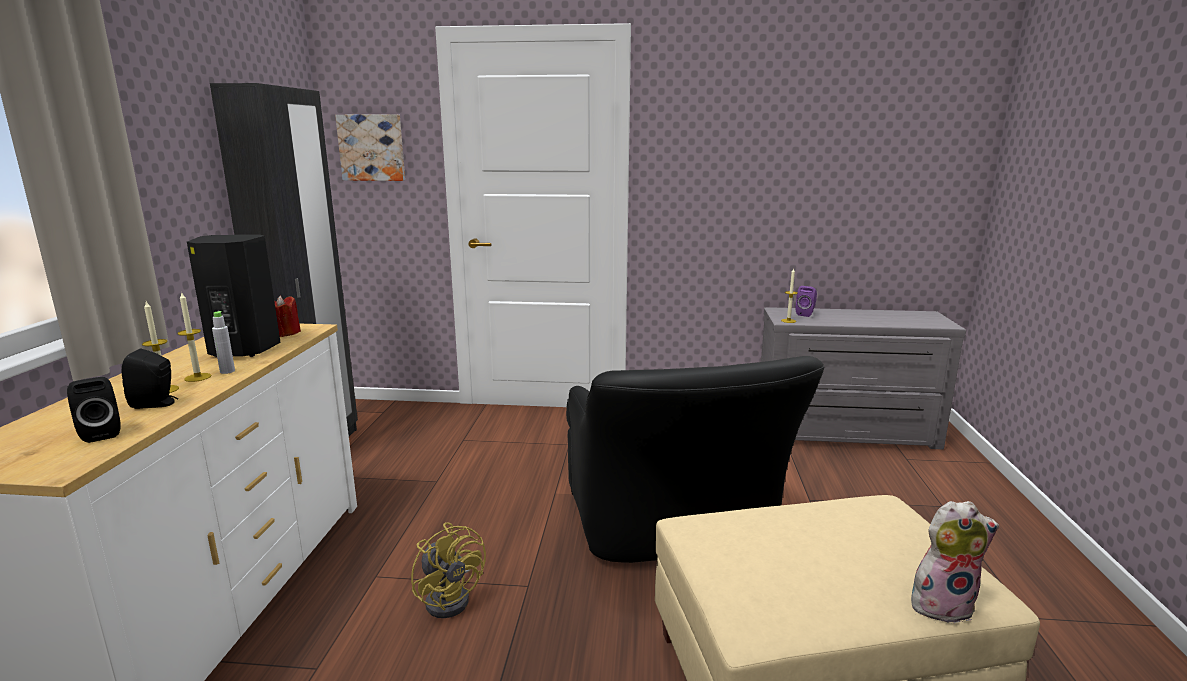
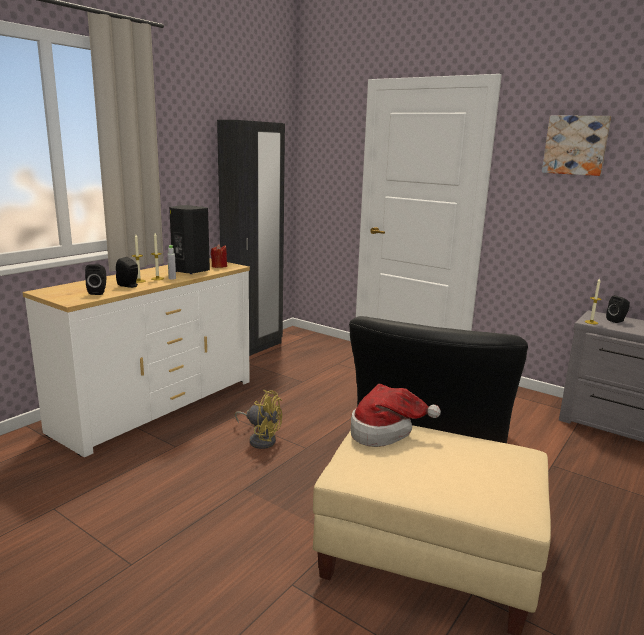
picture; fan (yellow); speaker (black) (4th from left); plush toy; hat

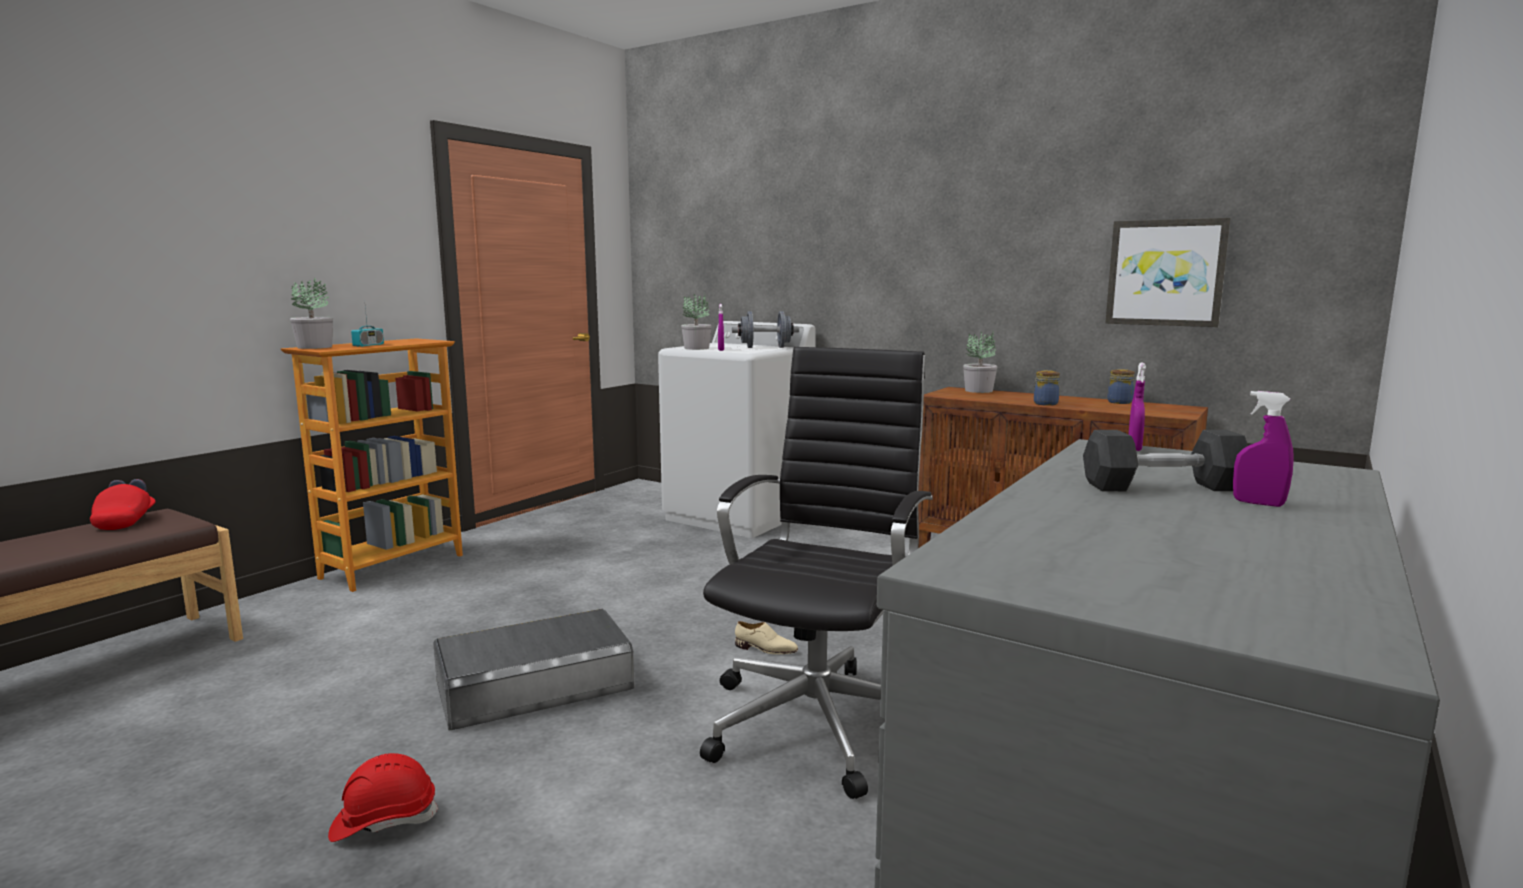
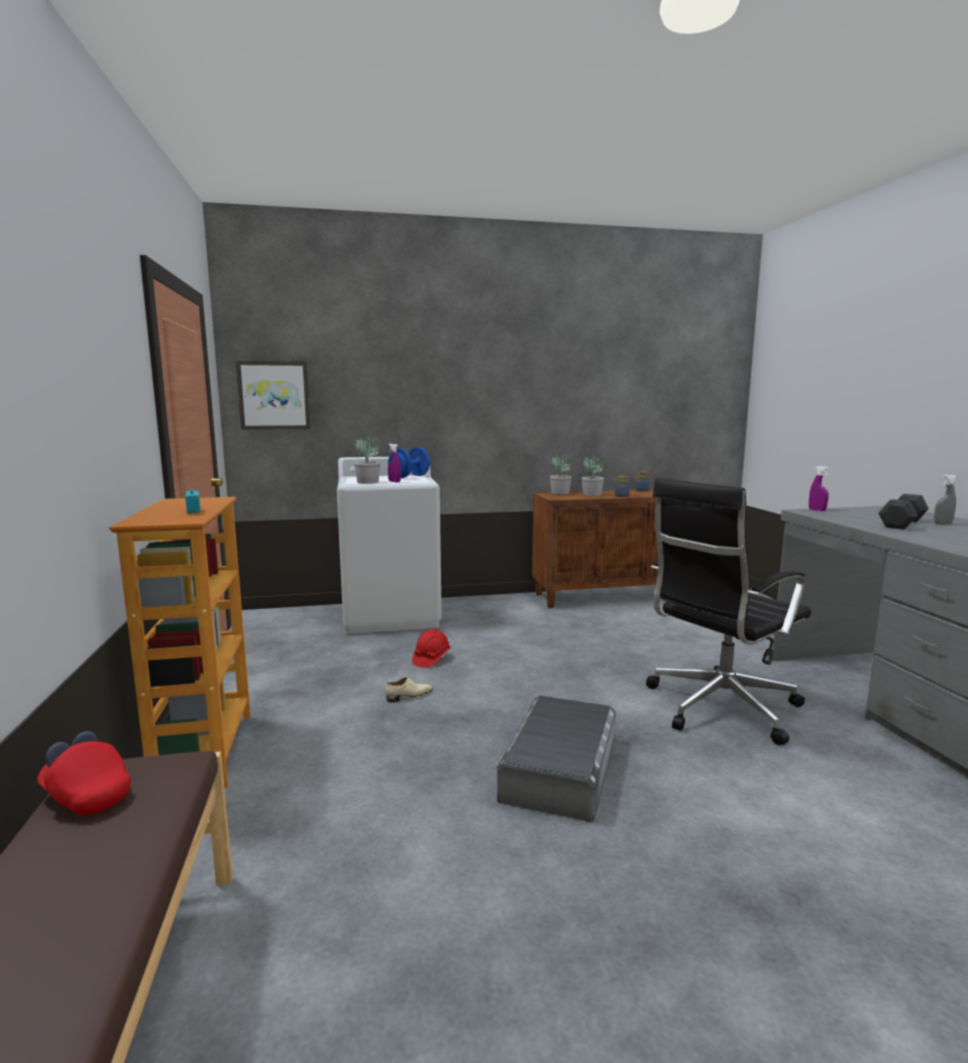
potted plant (3rd from left); hard hat (red); office chair (black); dumbbell (blue); shoe (beige); picture; spray bottle (grey)

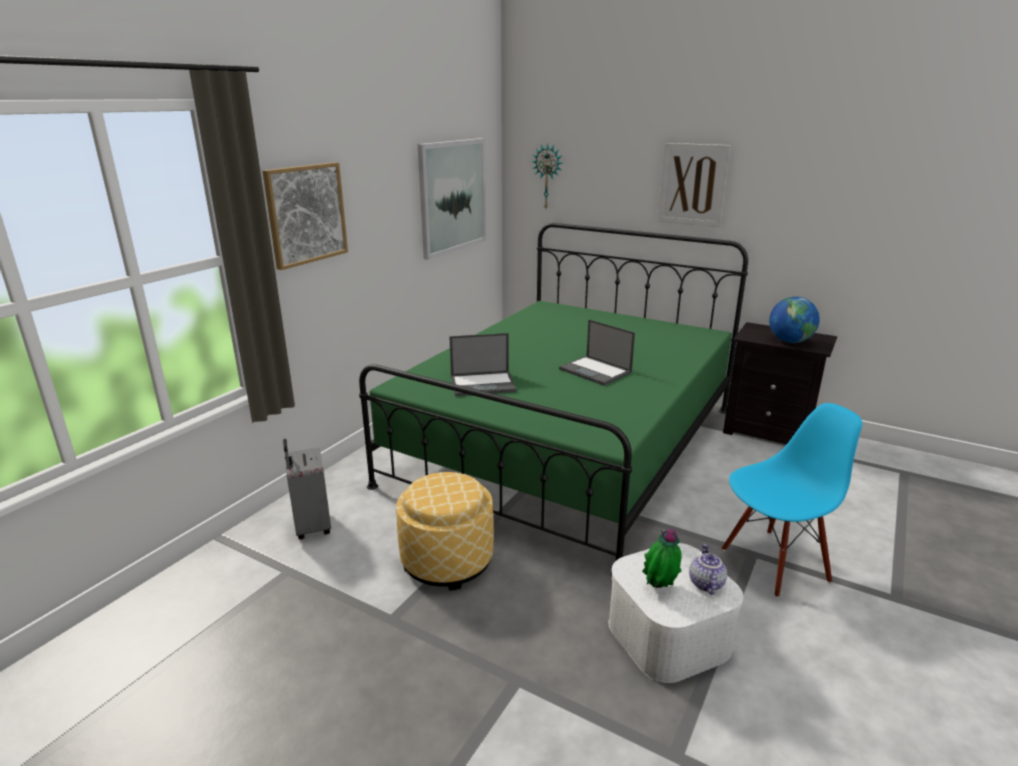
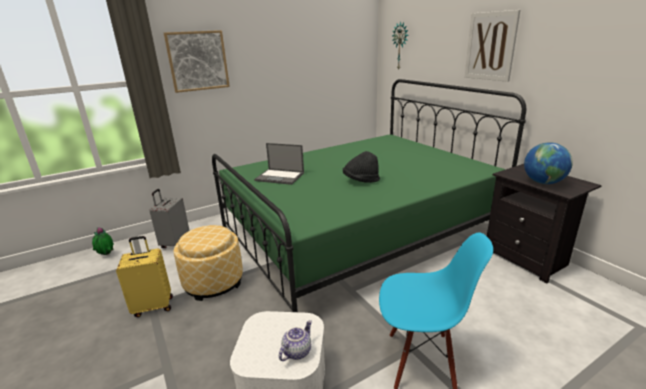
picture (2nd from left in the first image); hat (black); potted plant; suitcase (yellow)

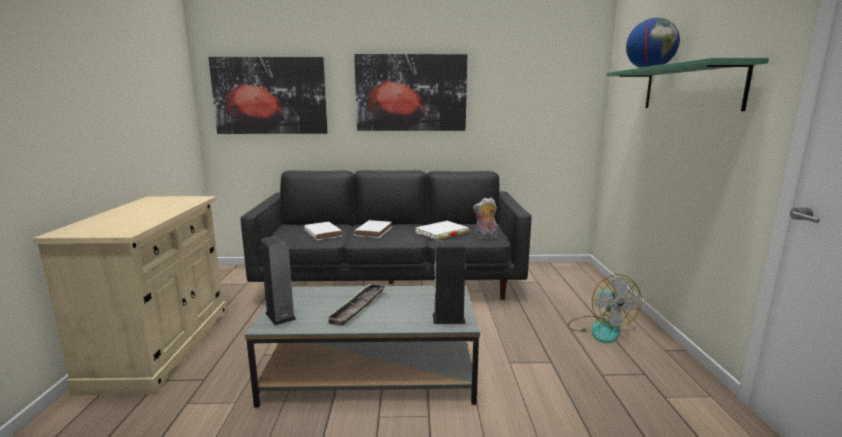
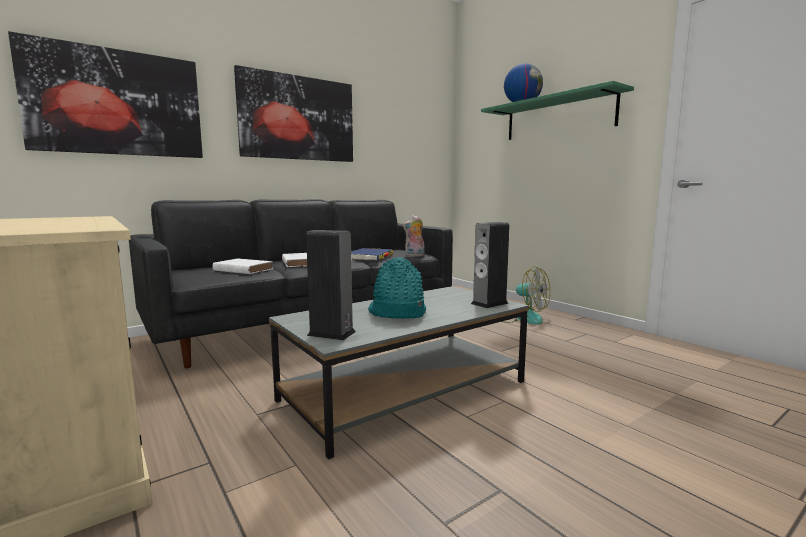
hat (turquoise); book (blue)

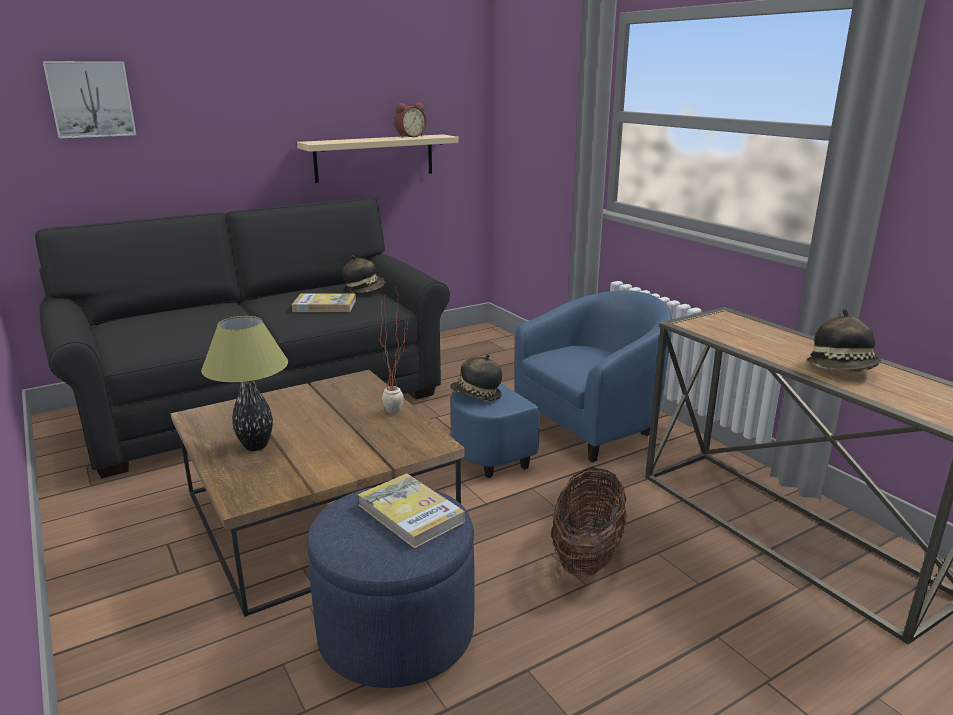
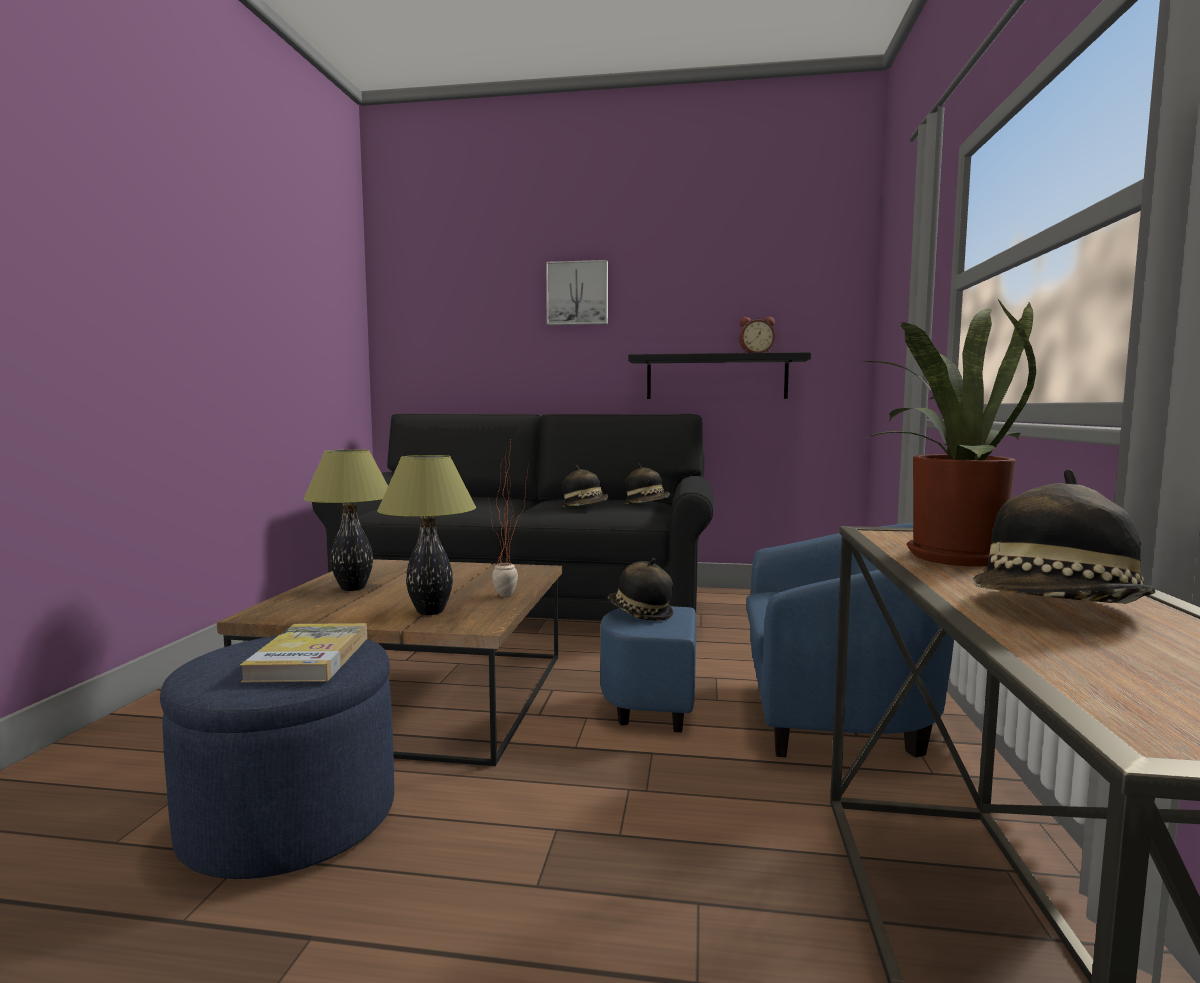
picture; hat (1st from left); shelf (black); basket; table lamp (2nd from left); potted plant (2nd from left)

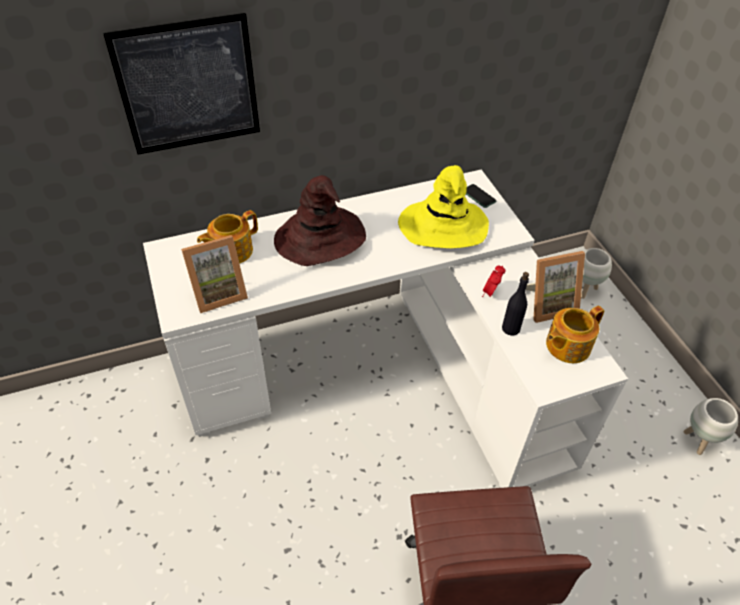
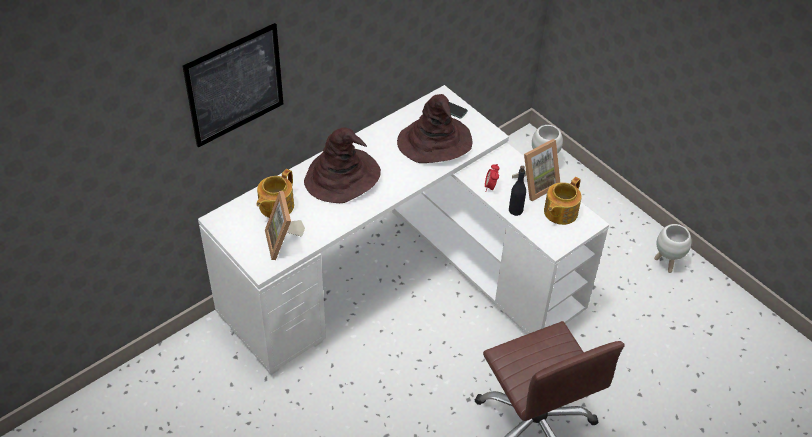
picture frame (1st from left); hat (brown) (2nd from left)

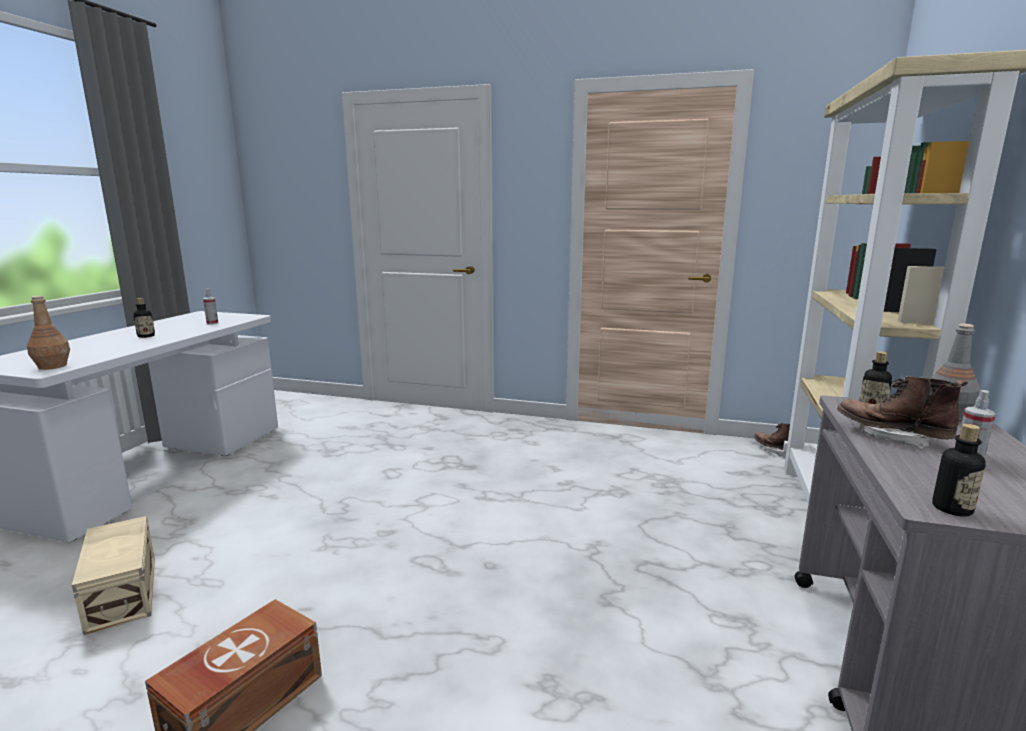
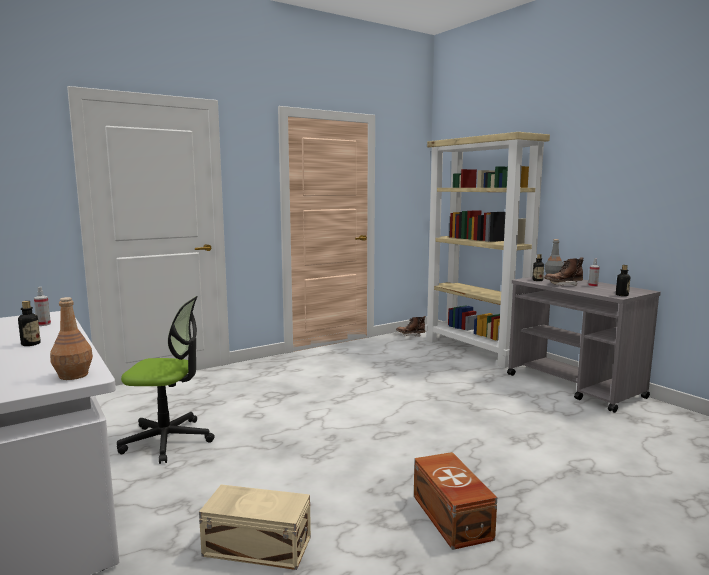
office chair

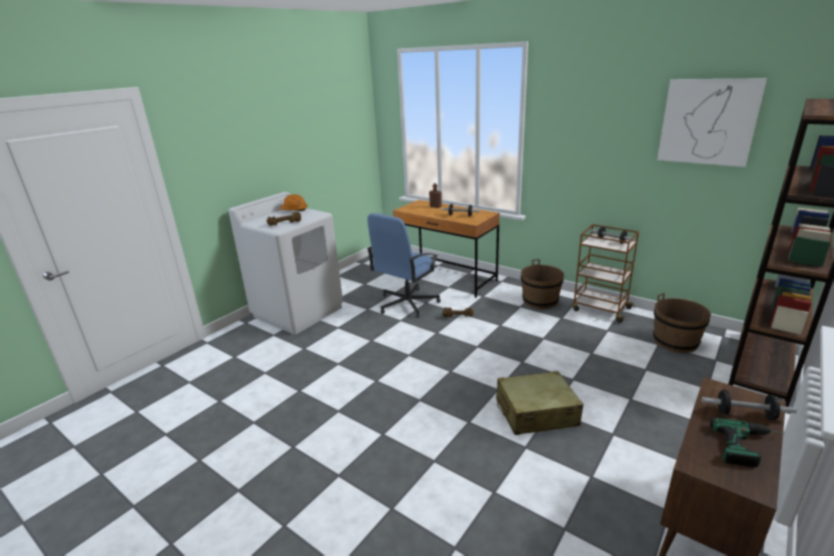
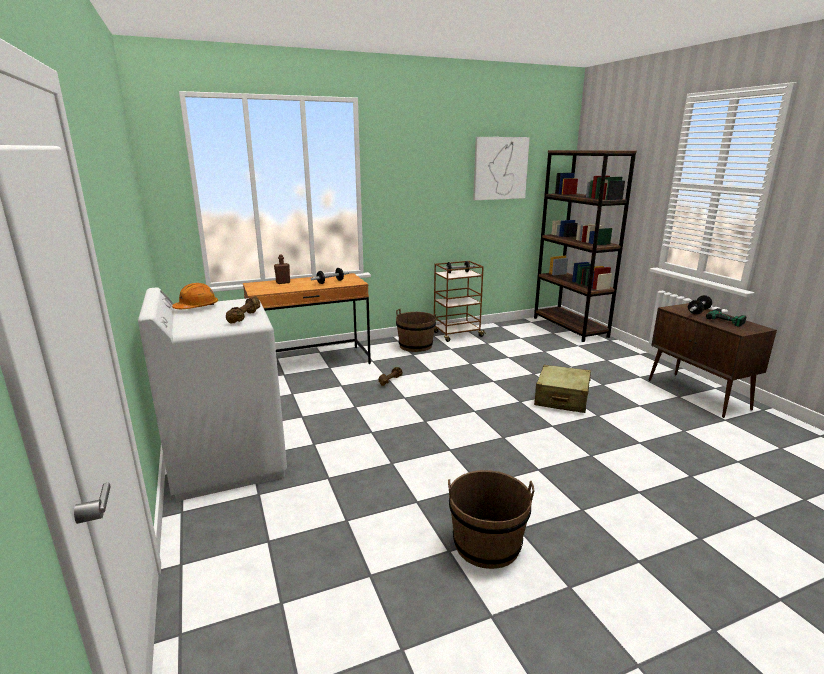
office chair (blue); bucket (brown) (2nd from left)

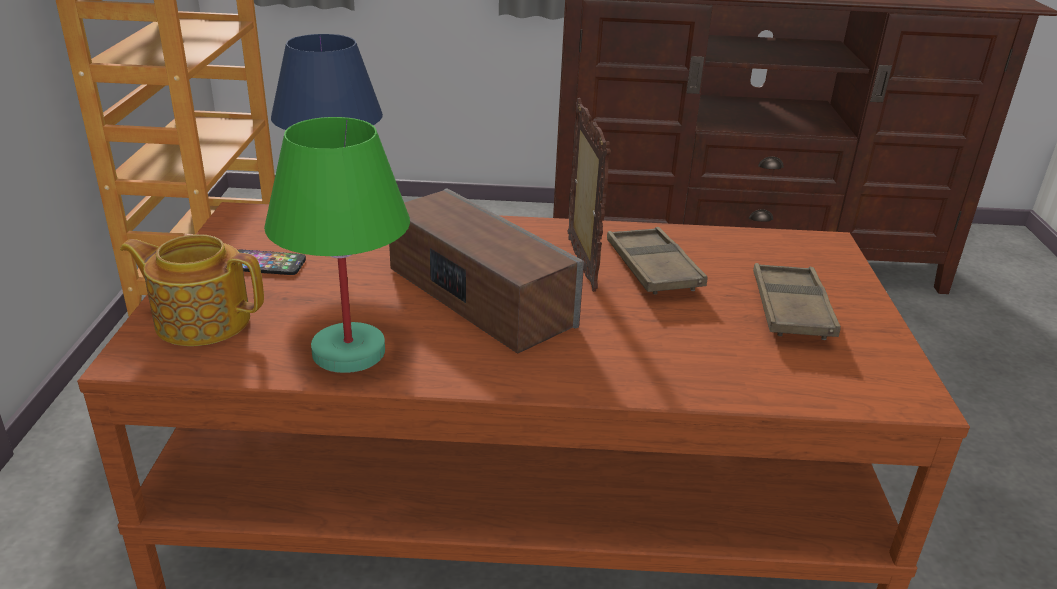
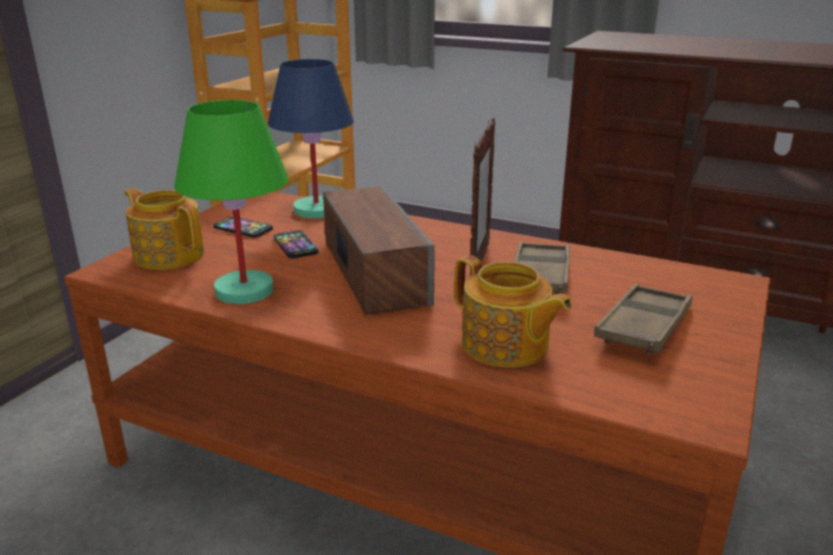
phone (2nd from left); teapot (2nd from left)

